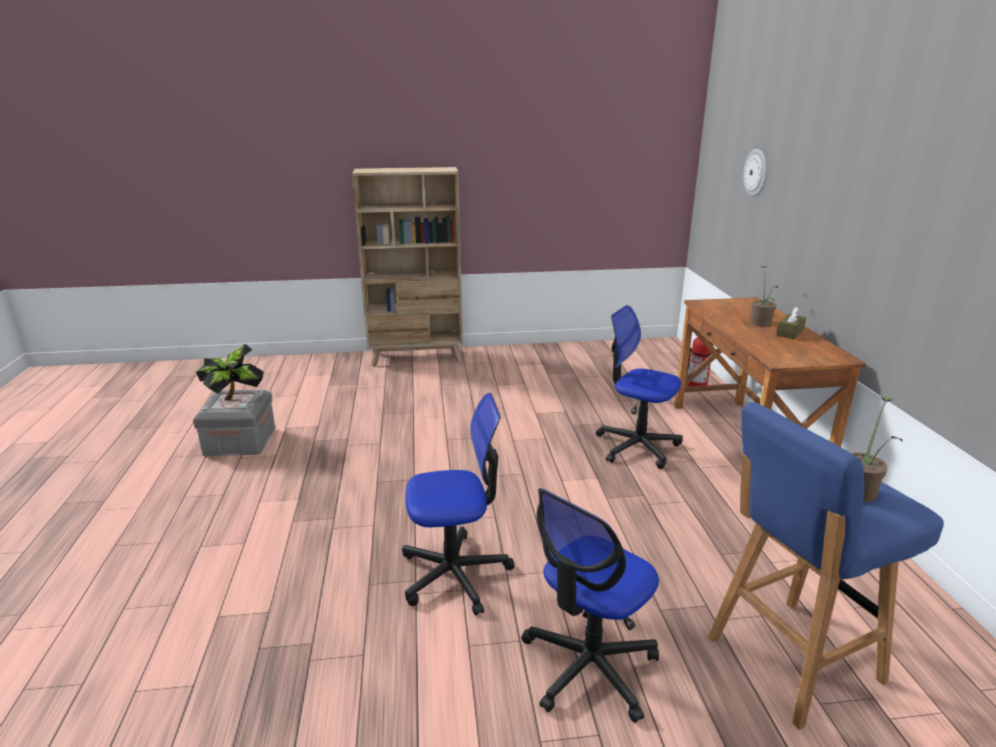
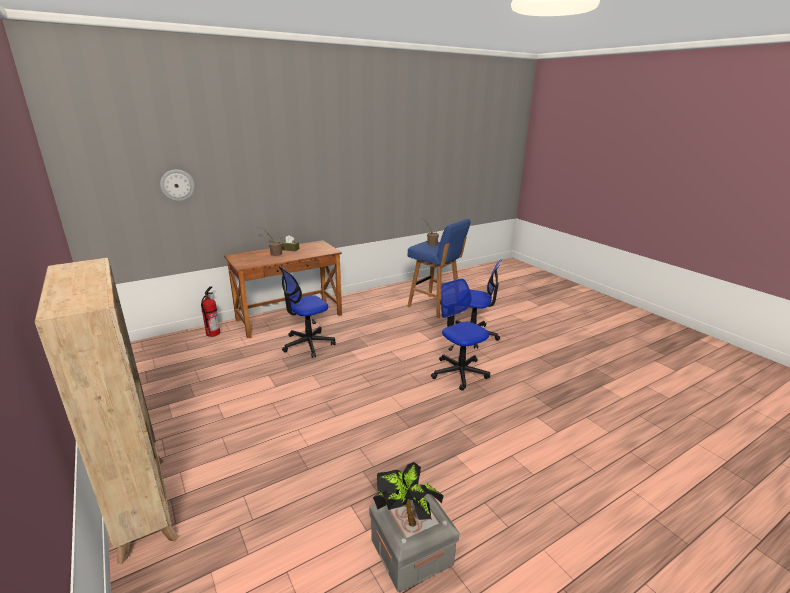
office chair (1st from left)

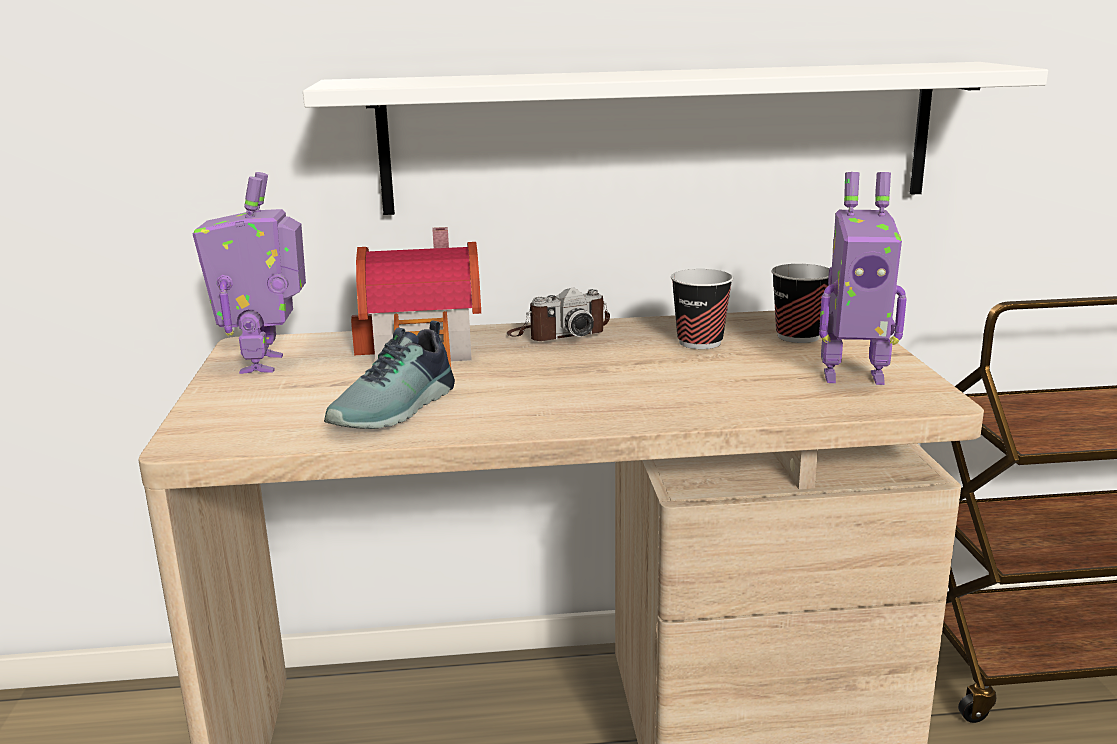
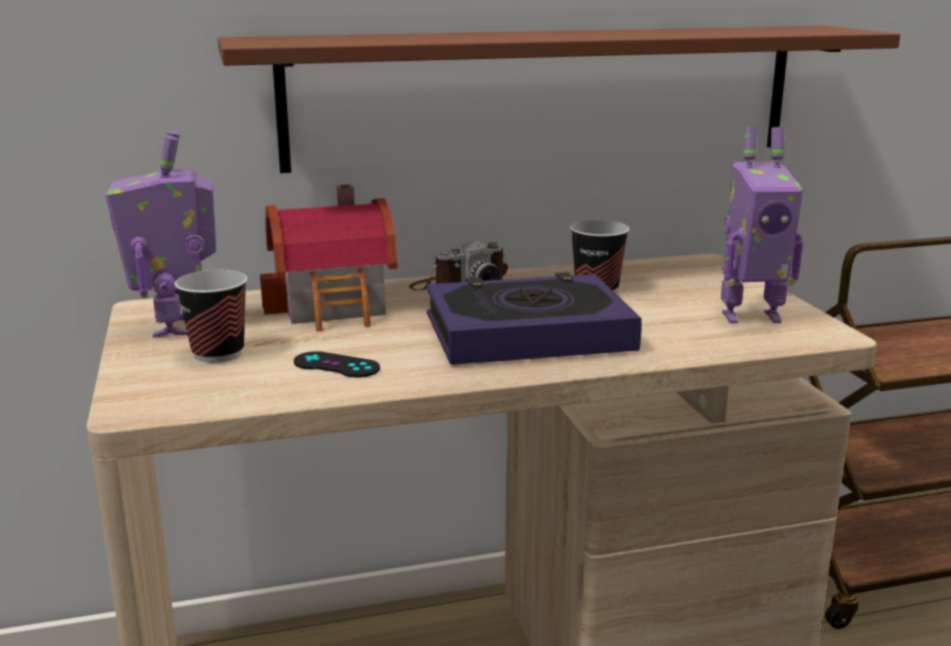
shelf (brown); game controller (black); cup (1st from left); book

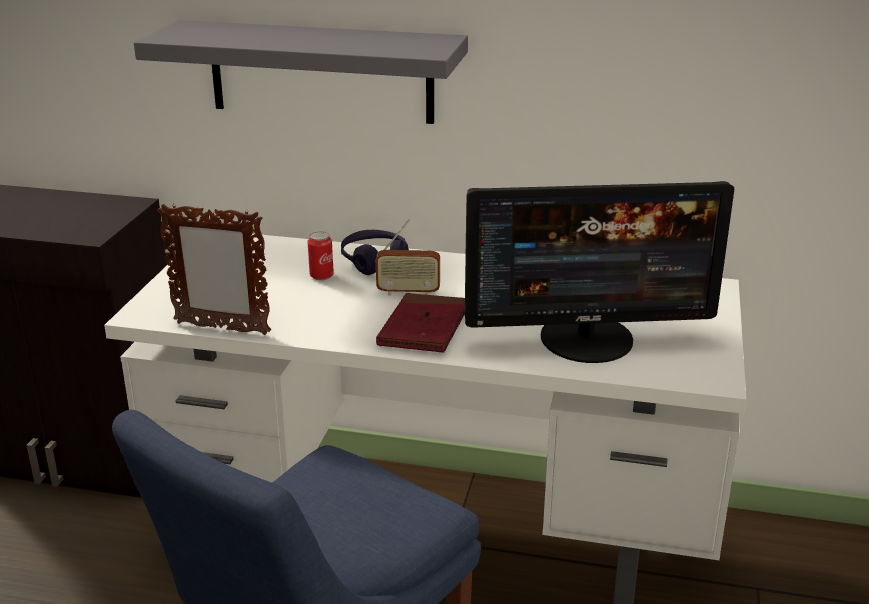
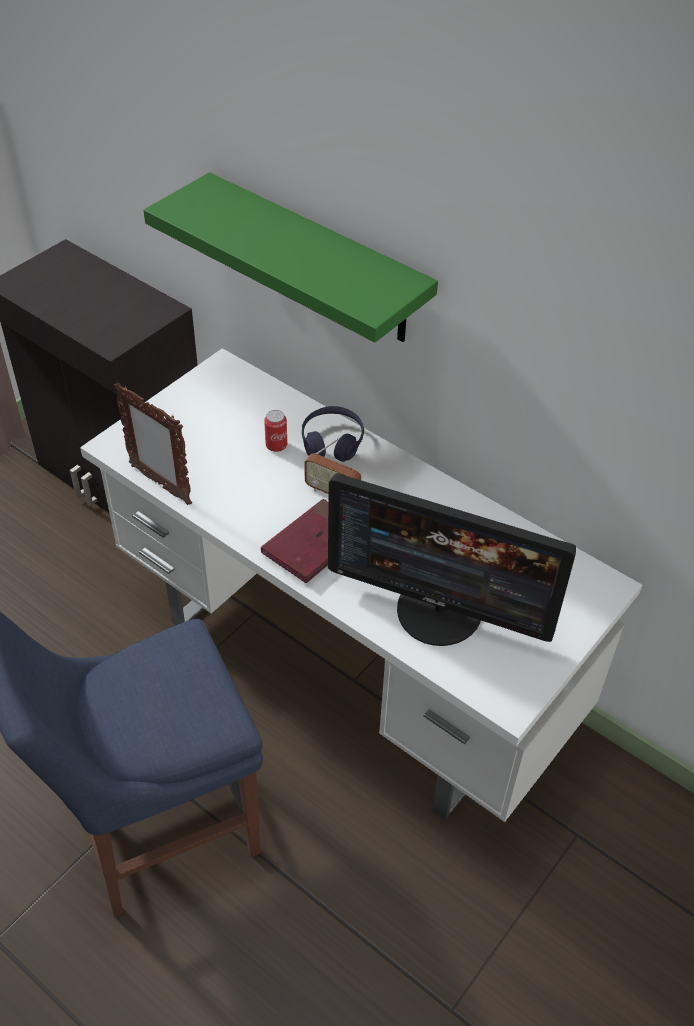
shelf (green)

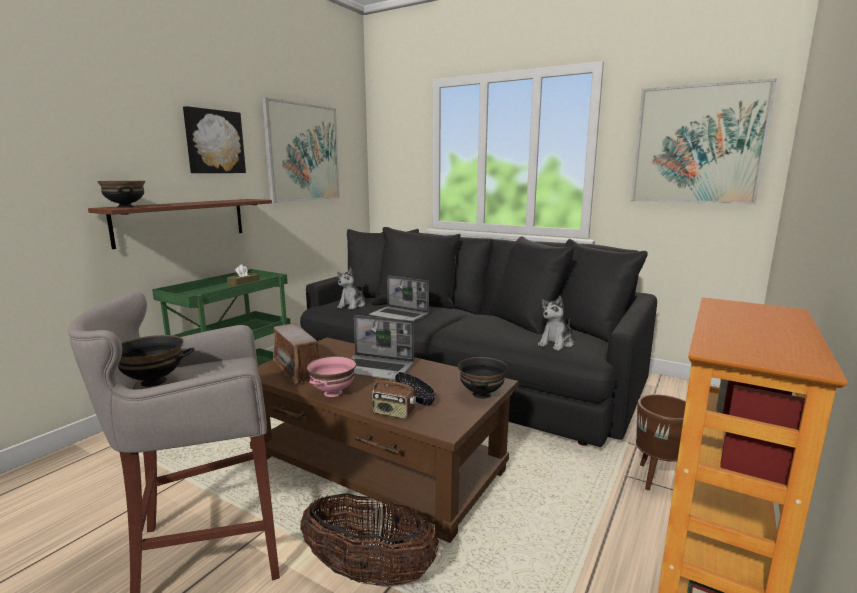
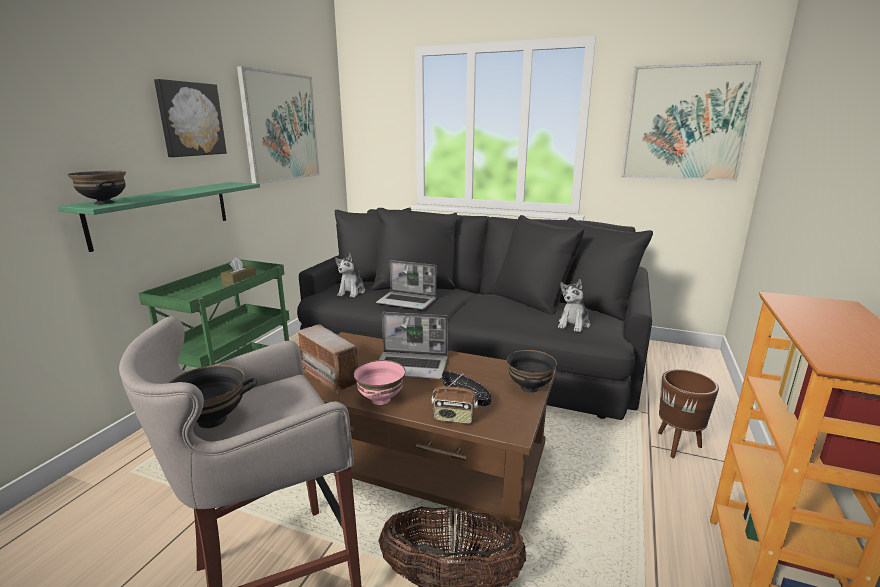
shelf (green)

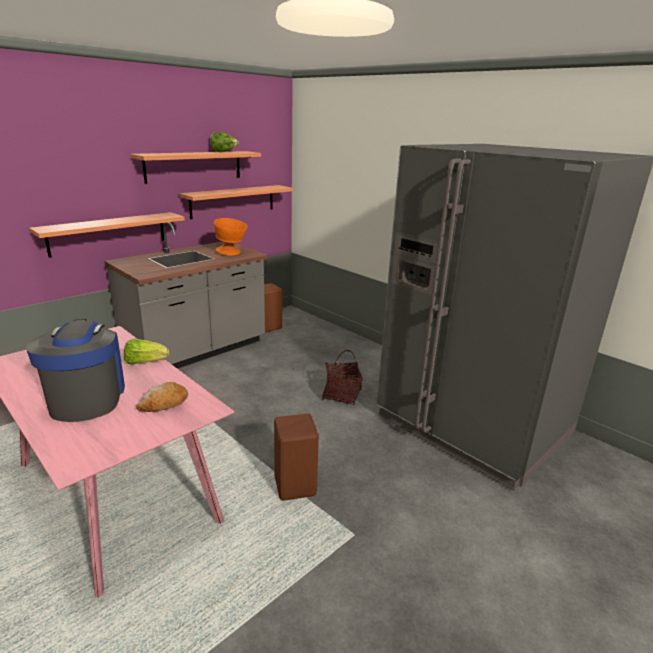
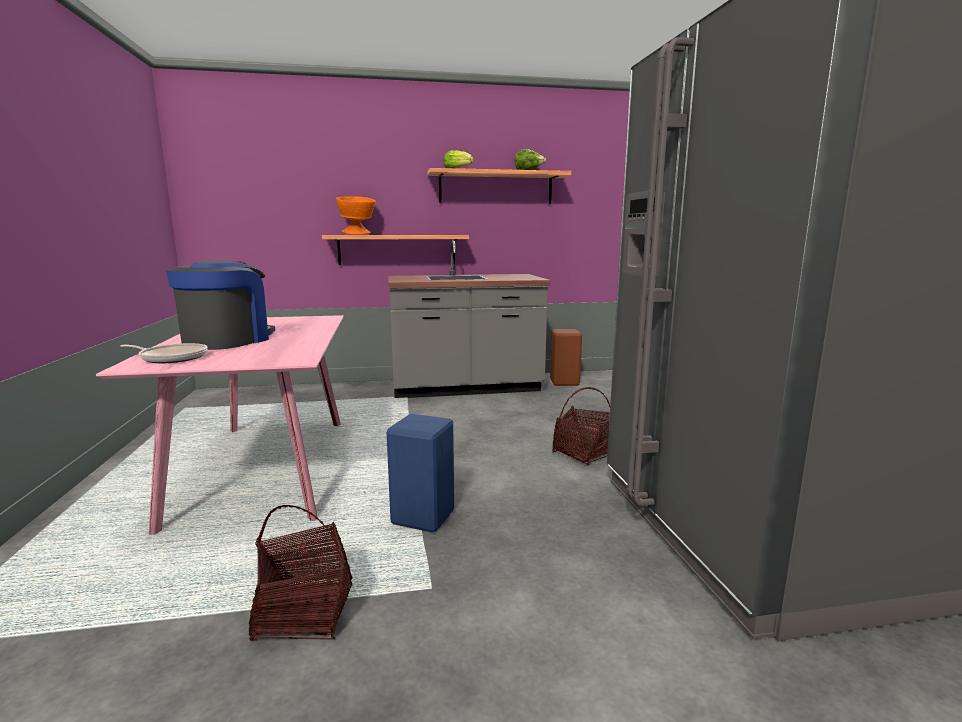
lettuce (1st from left); bread; shelf (3rd from left in the first image); bowl (orange); stool (blue); frying pan; basket (1st from left)

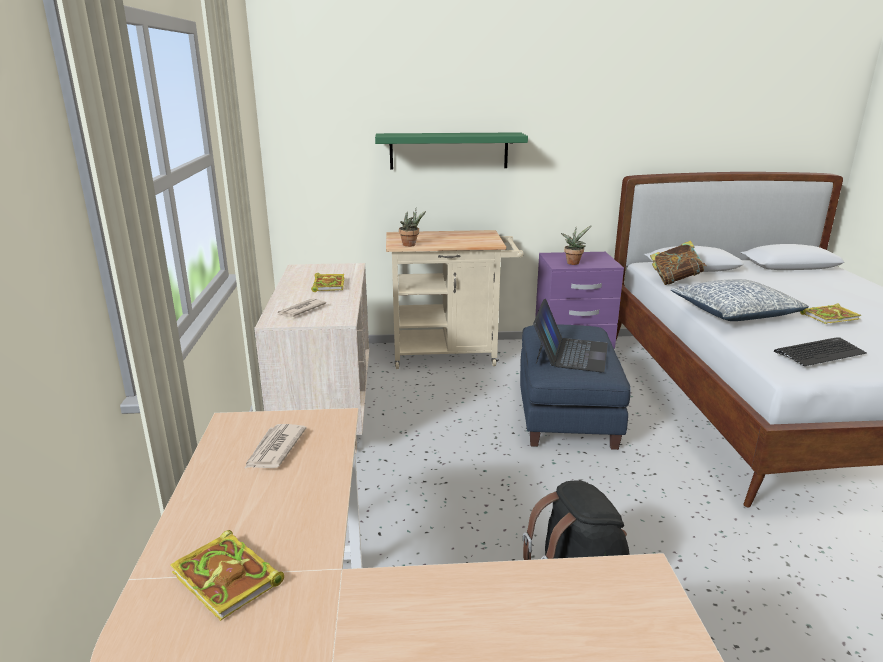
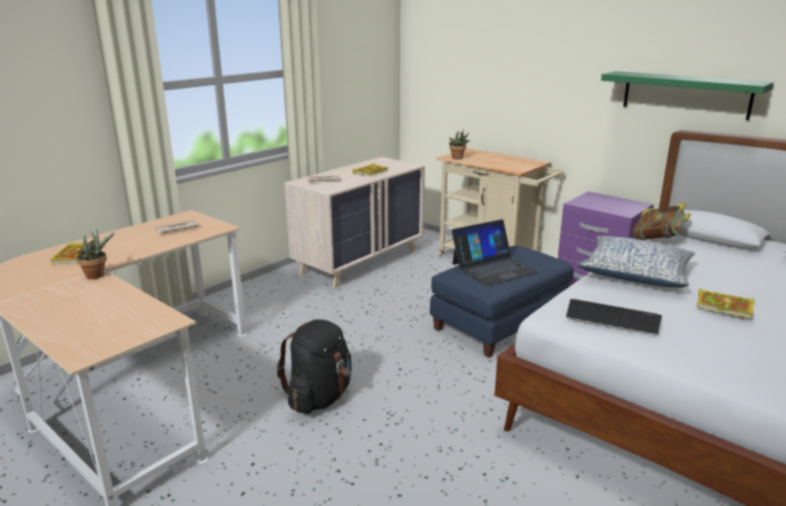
shelf (green); potted plant (1st from left)

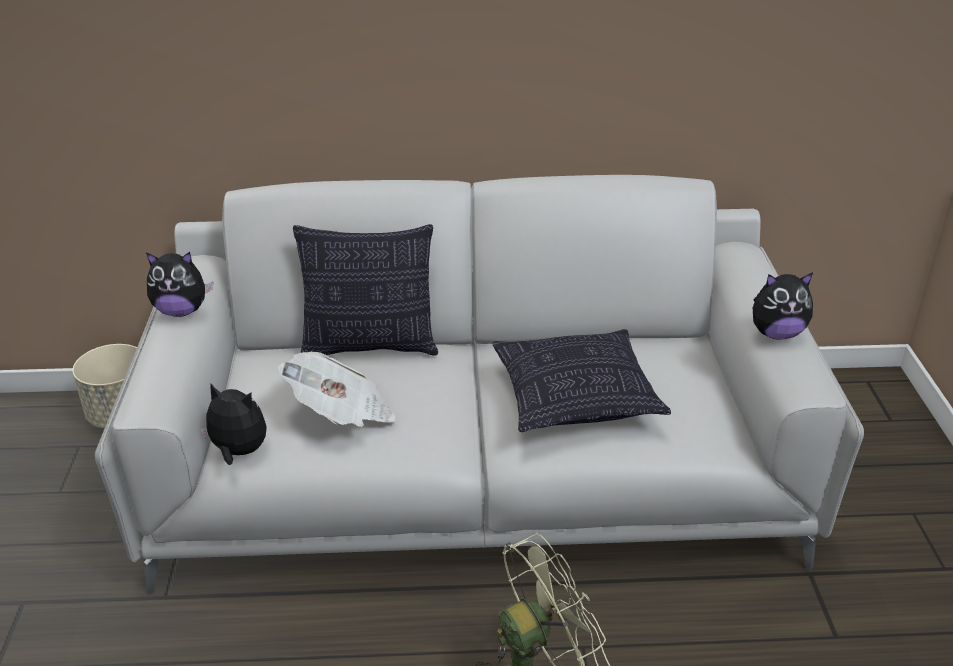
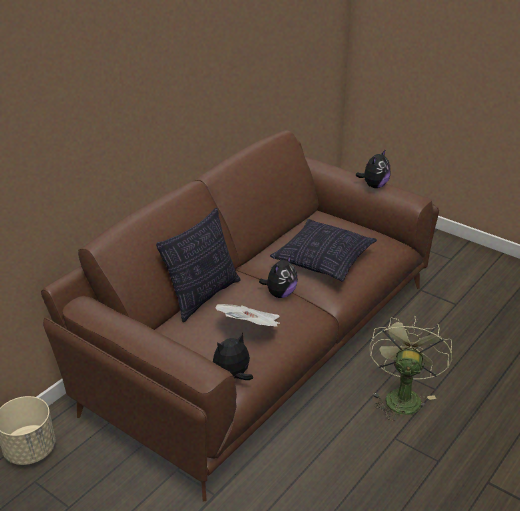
sofa (brown); plush toy (2nd from left)

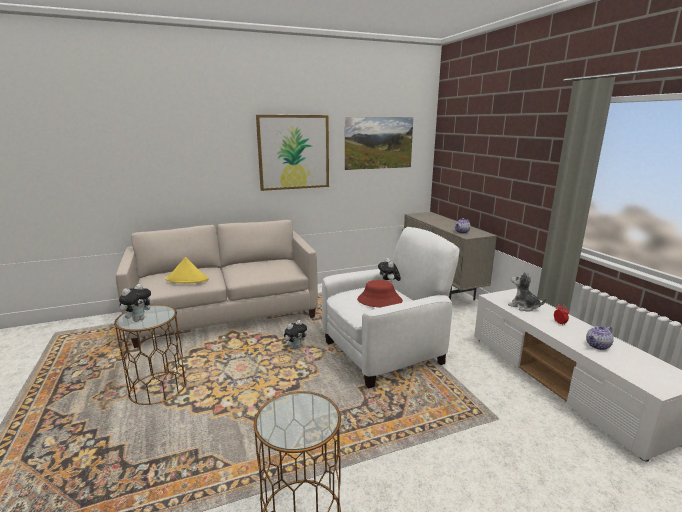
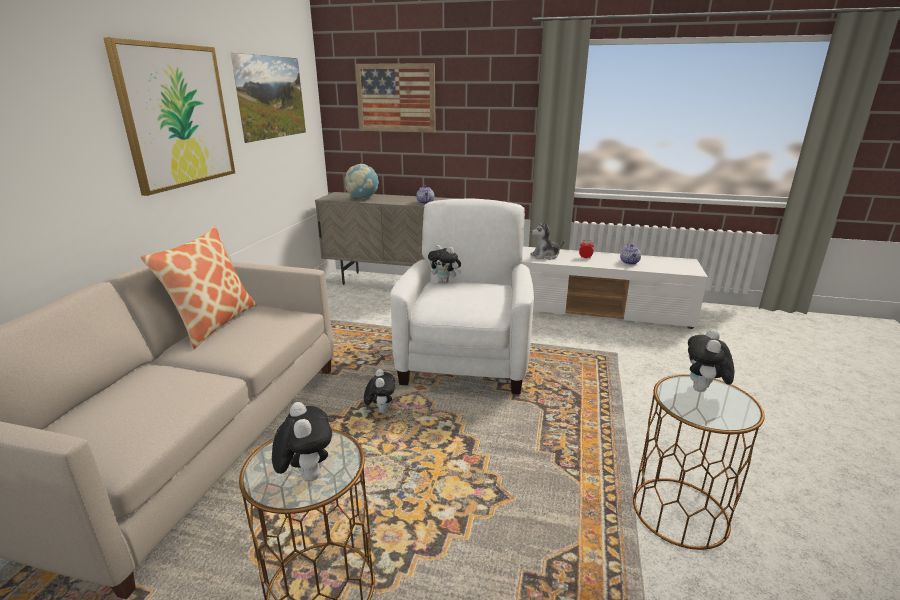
hat (yellow); hat (red); pillow; globe; picture (3rd from left); plush toy (5th from left)

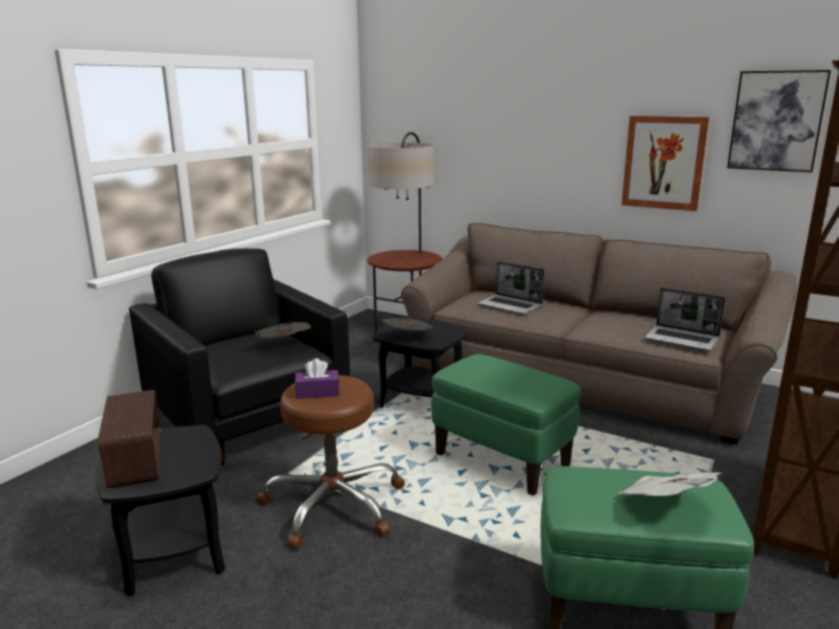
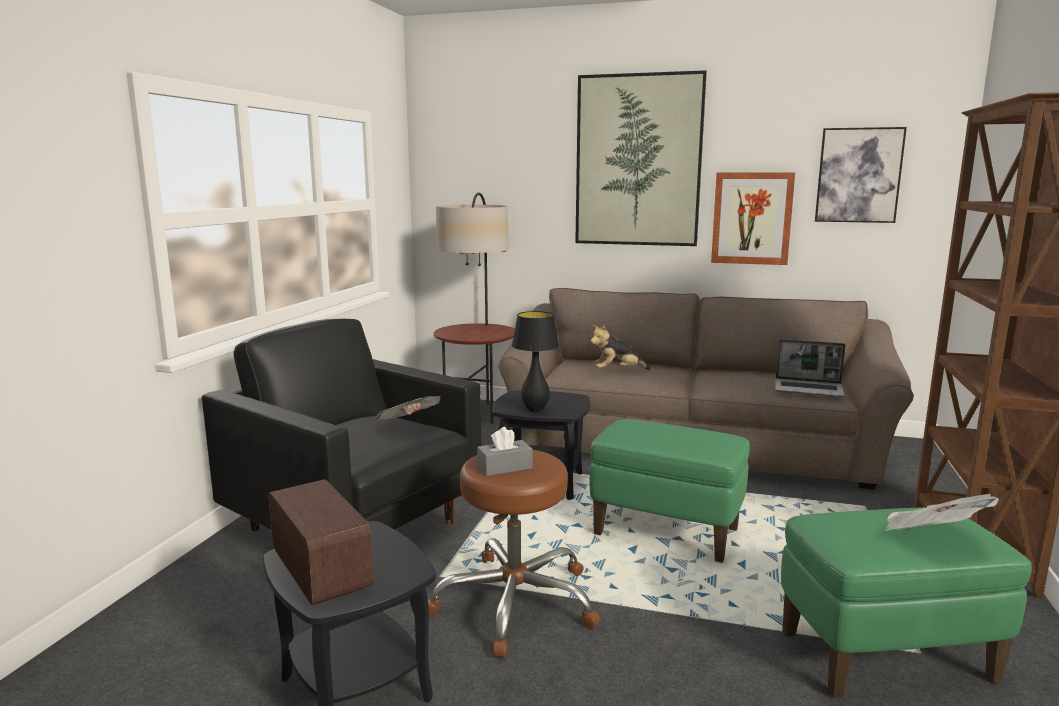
tissue box (grey); table lamp (black); plush toy; picture (1st from left)

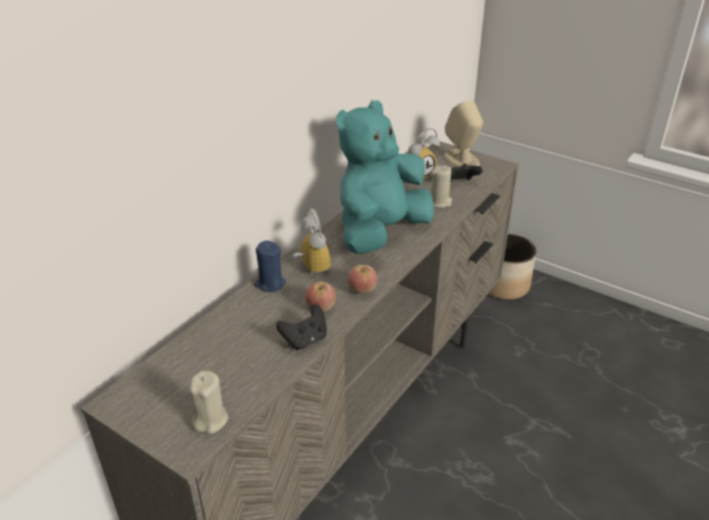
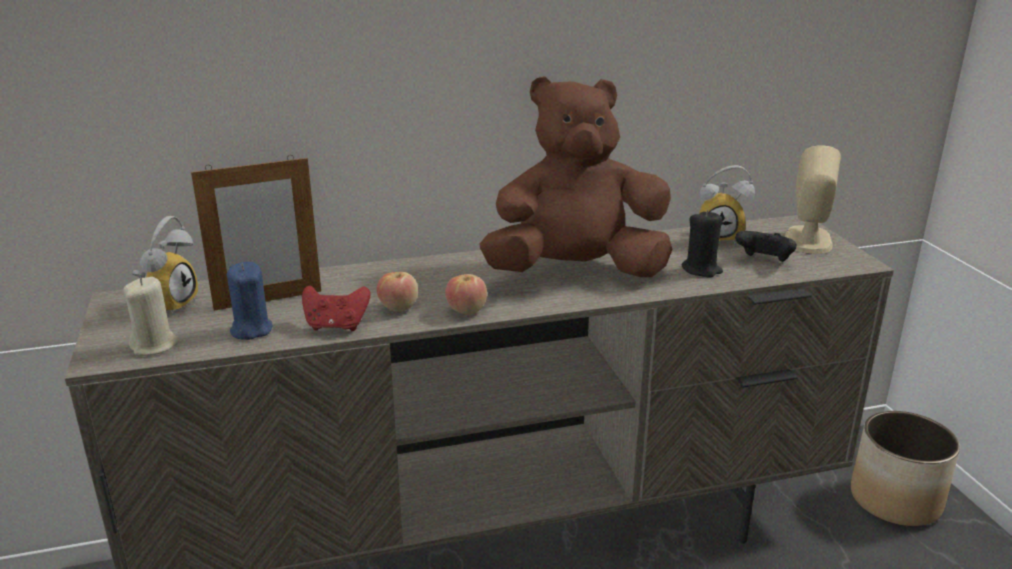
candle (blue); game controller (red); alarm clock (1st from left); plush toy (brown); candle (black); picture frame

